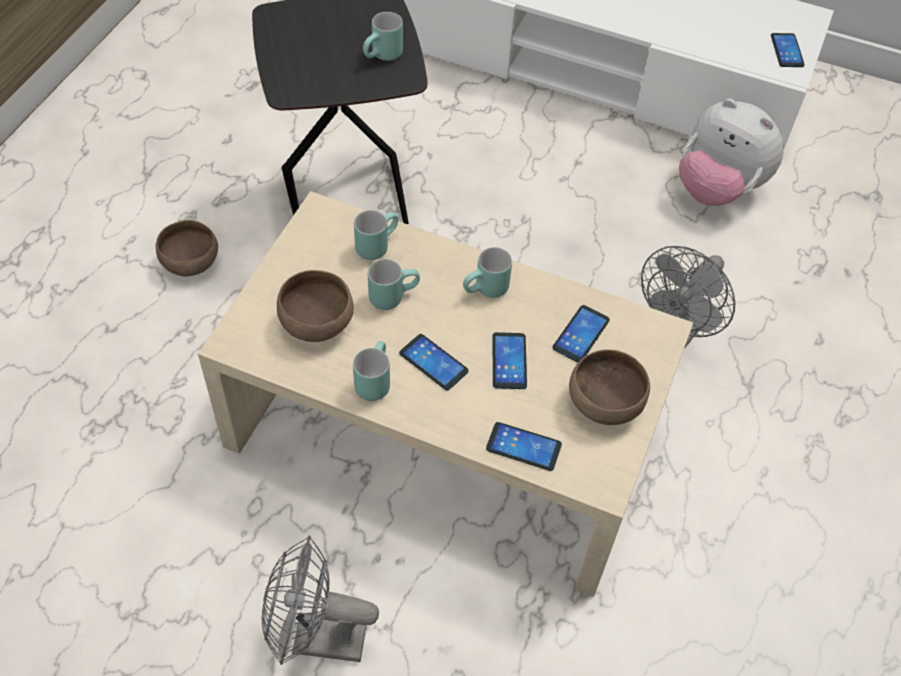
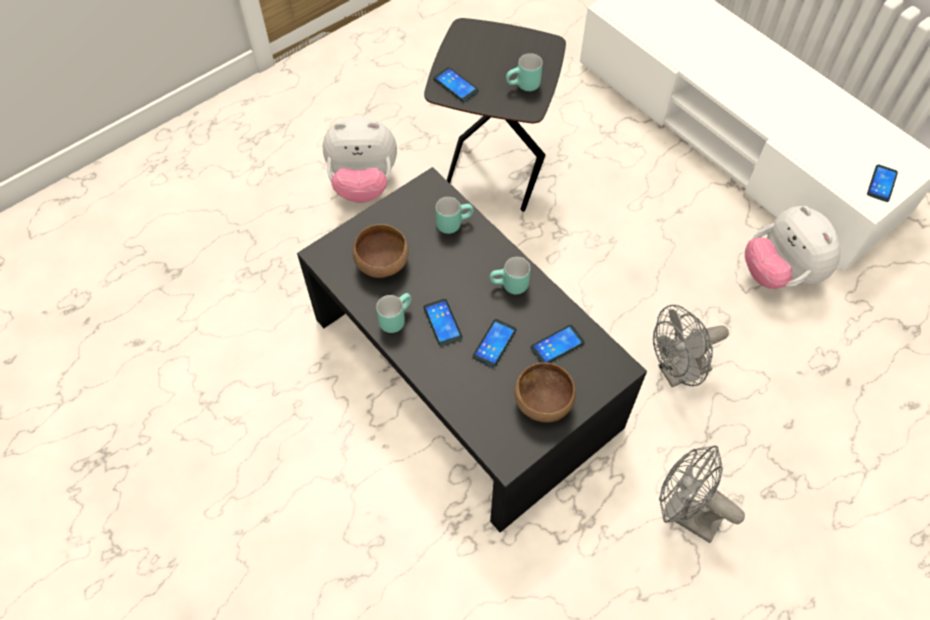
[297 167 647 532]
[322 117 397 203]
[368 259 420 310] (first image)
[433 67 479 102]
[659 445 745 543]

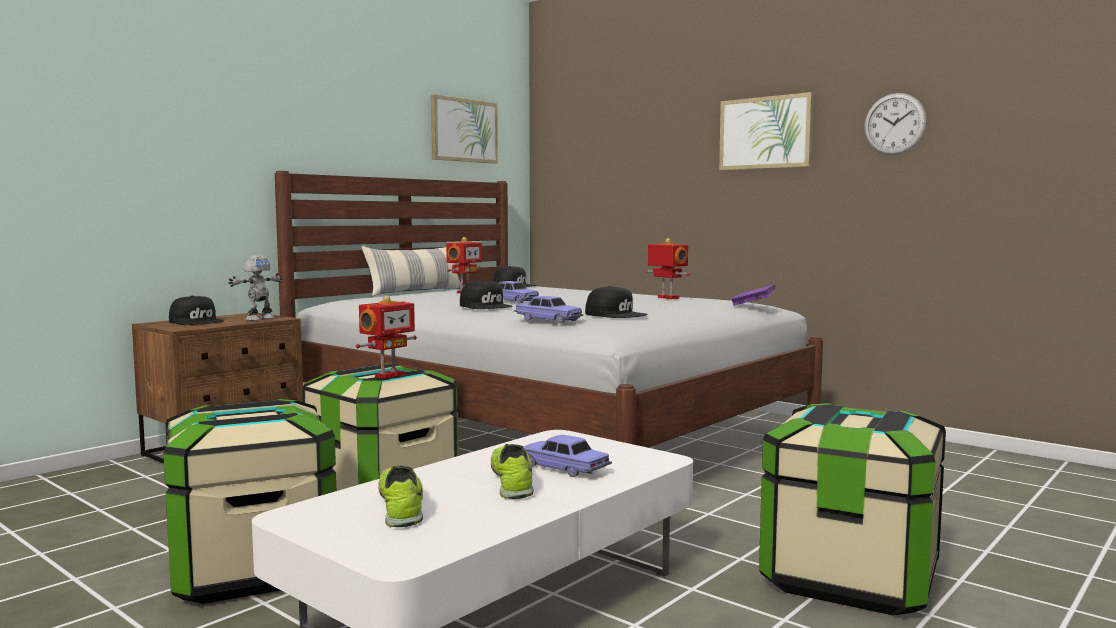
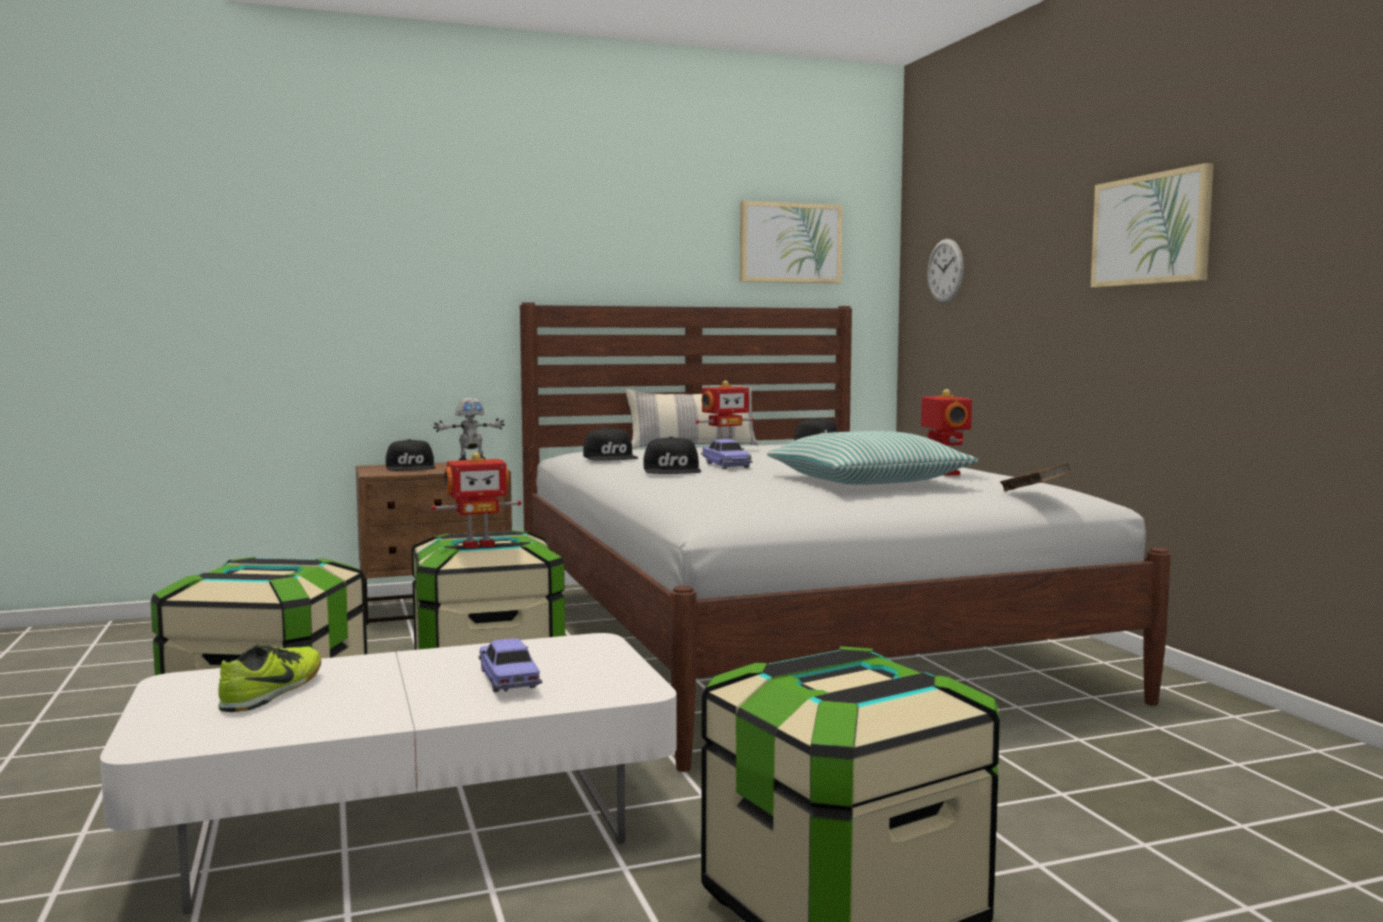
[927 239 964 303]
[1000 464 1070 491]
[583 428 638 461]
[514 296 583 323] (first image)
[491 444 534 499] (first image)
[767 431 979 485]

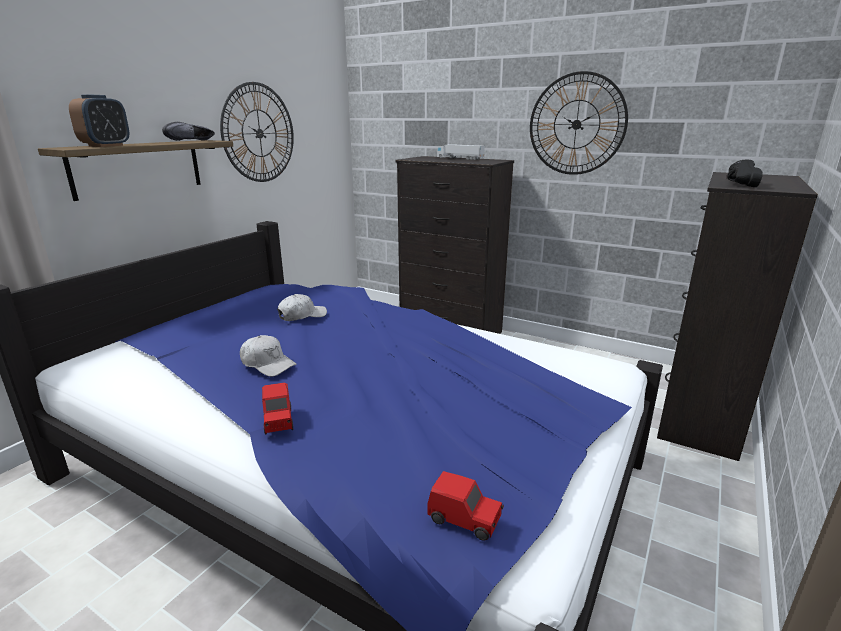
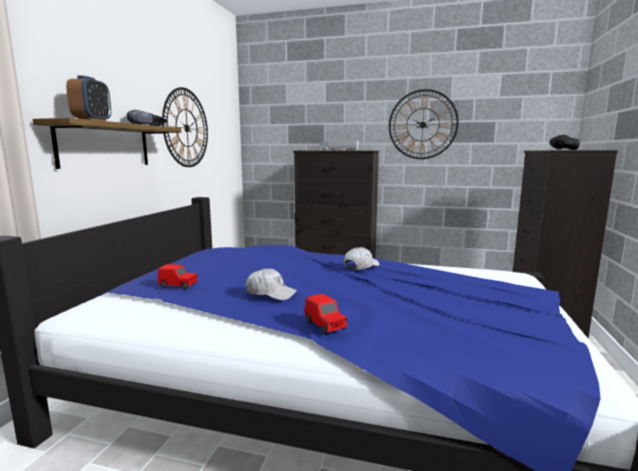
[344 247 380 270]
[158 264 198 289]

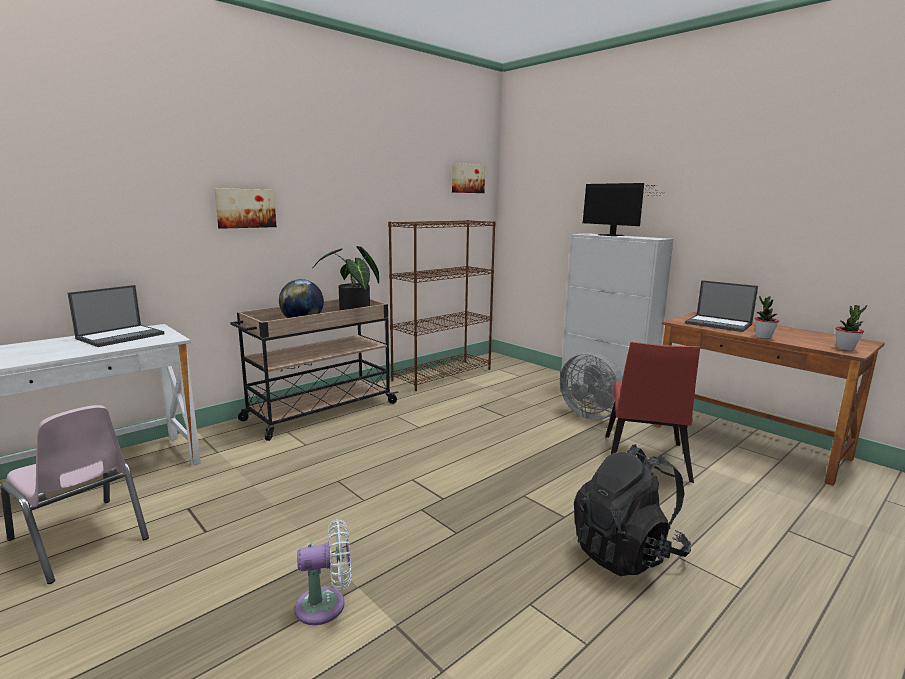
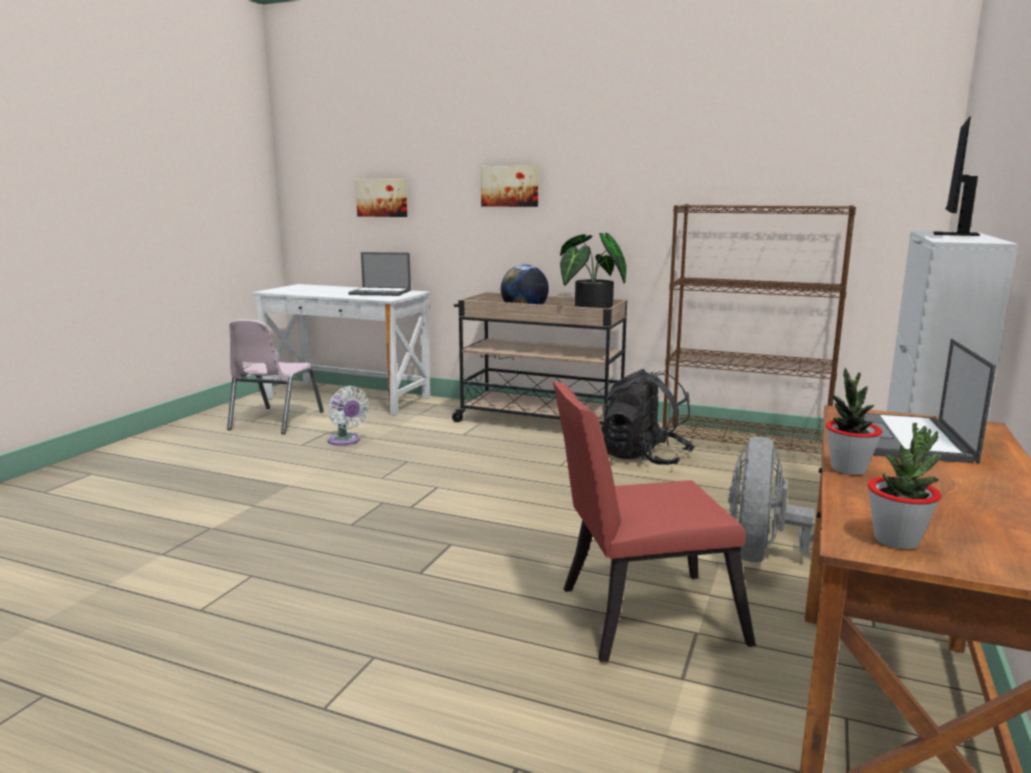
[355 179 407 217]
[601 369 695 465]
[328 386 369 446]

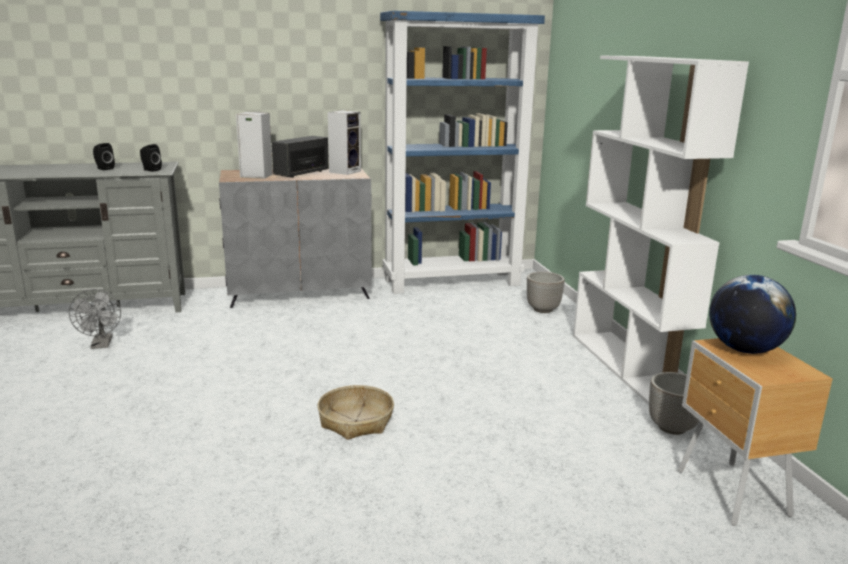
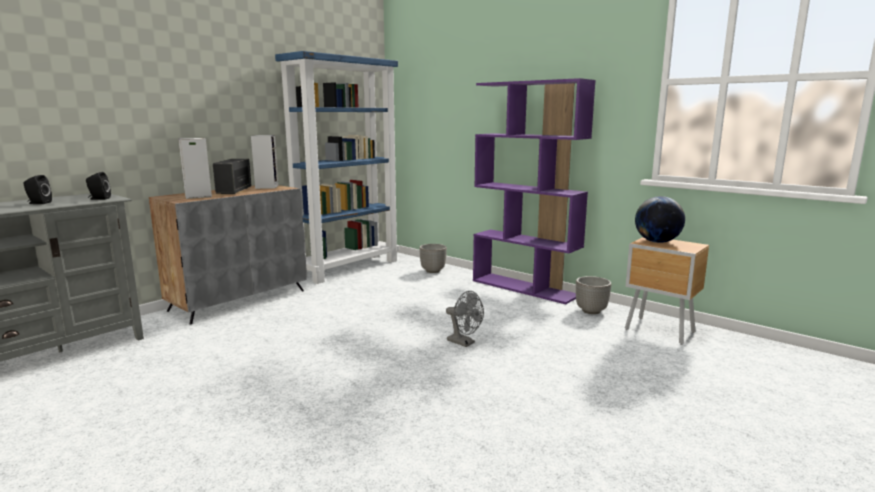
[473 78 596 304]
[446 291 484 347]
[317 385 394 440] (first image)

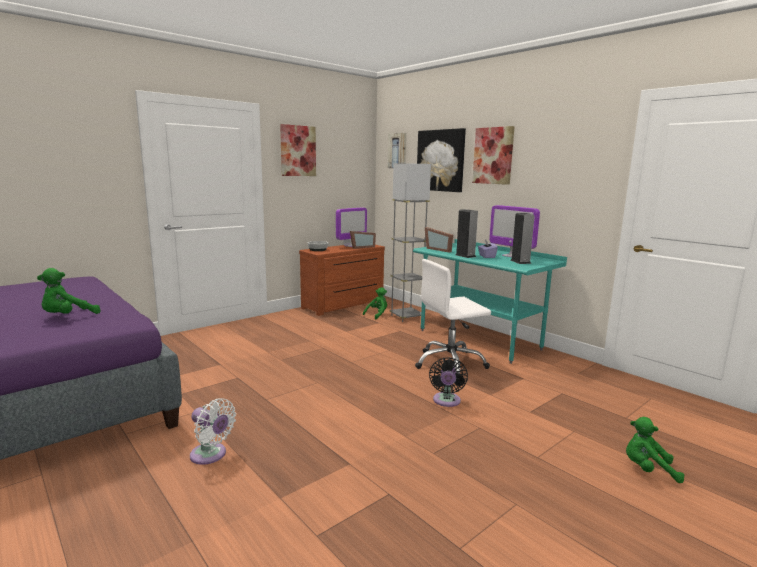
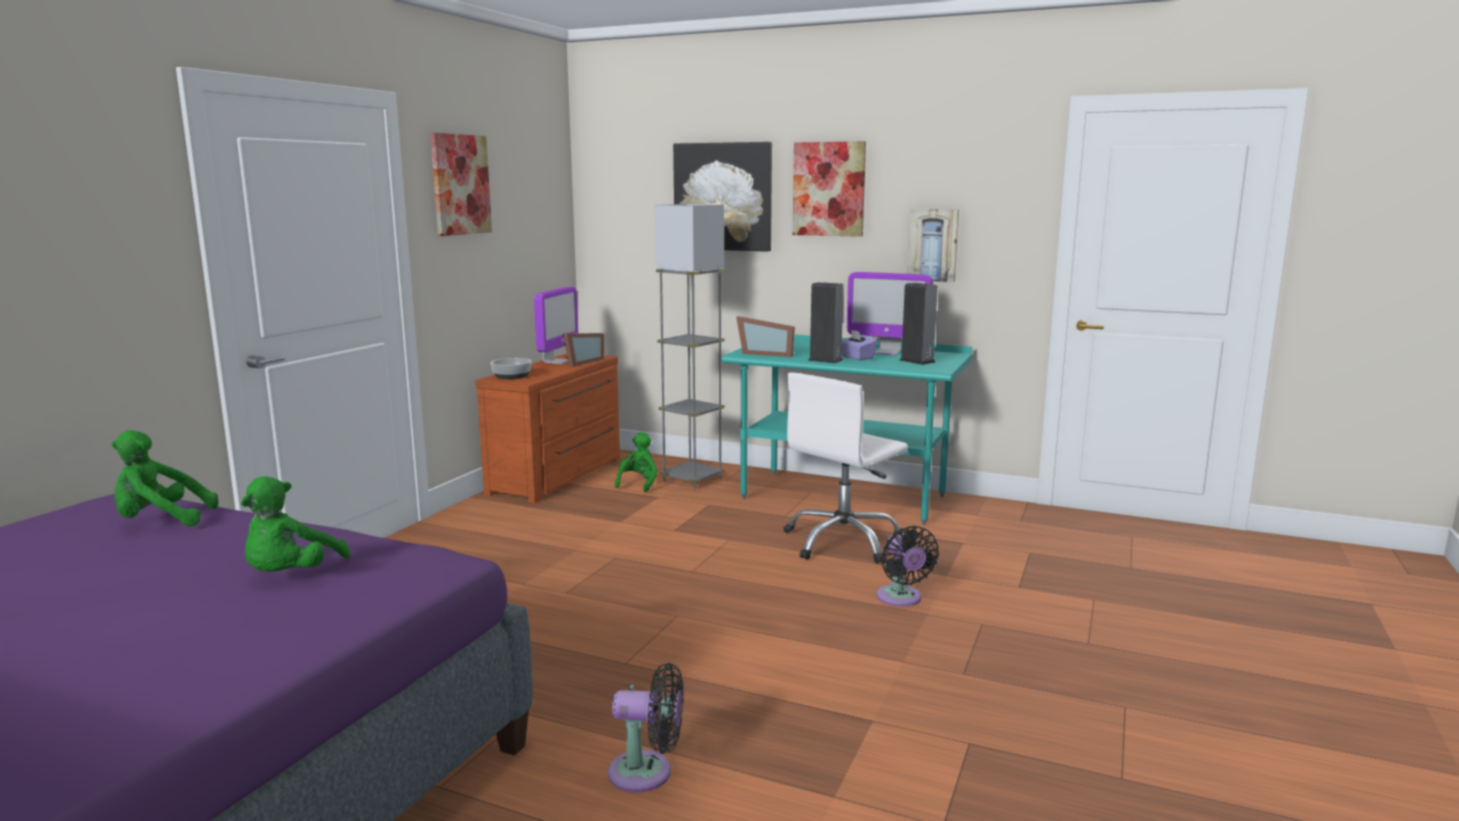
[907 209 959 282]
[608 663 683 793]
[112 430 219 526]

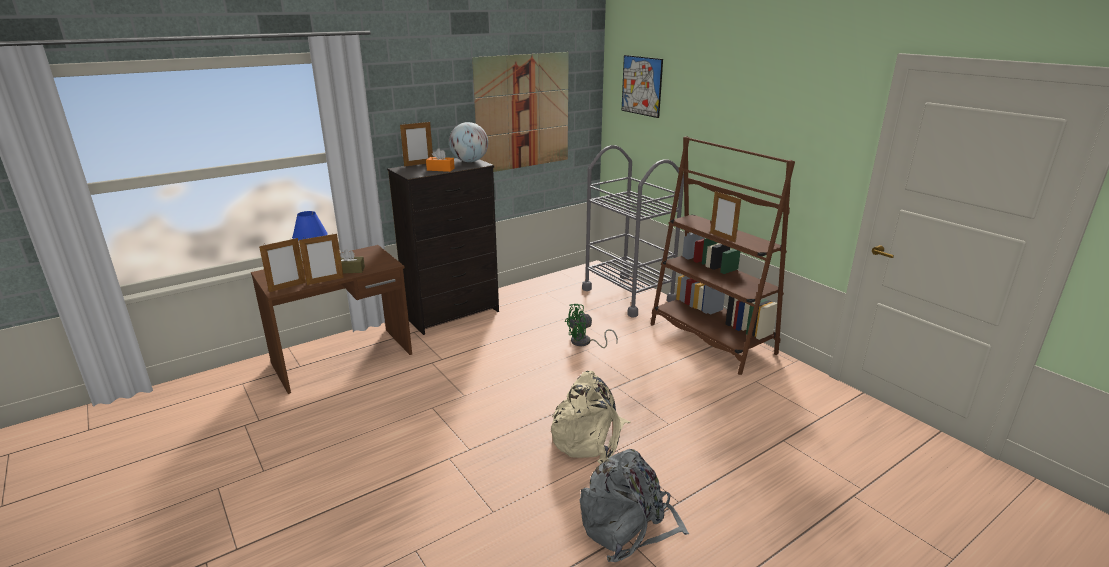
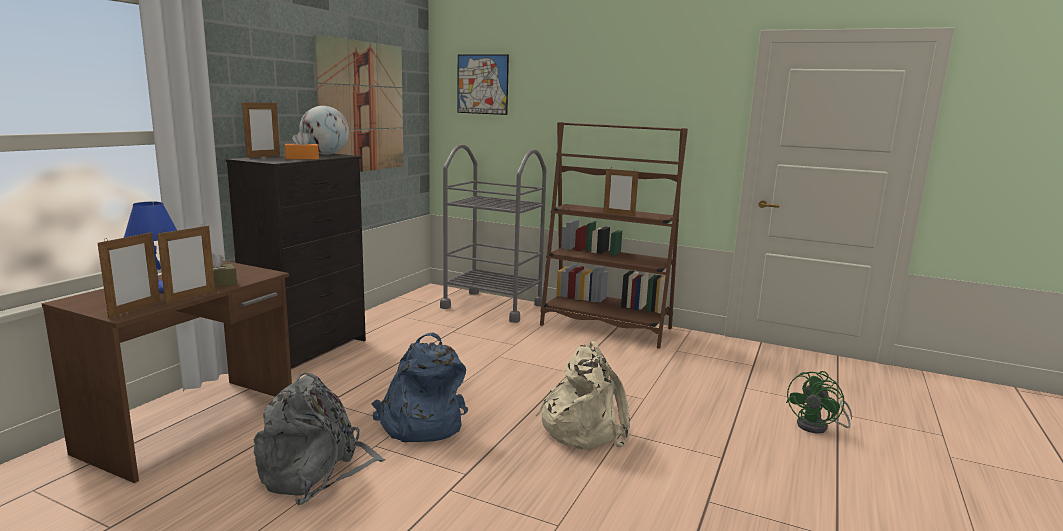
[786 371 852 434]
[253 373 385 505]
[372 333 468 442]

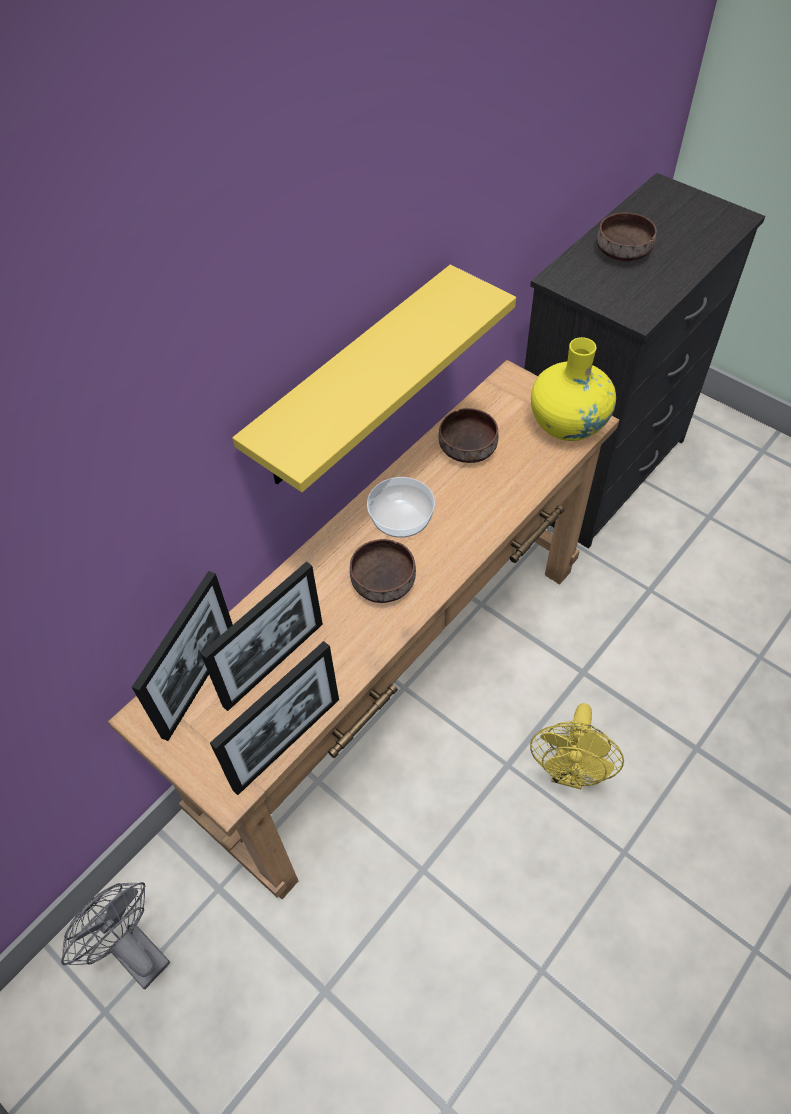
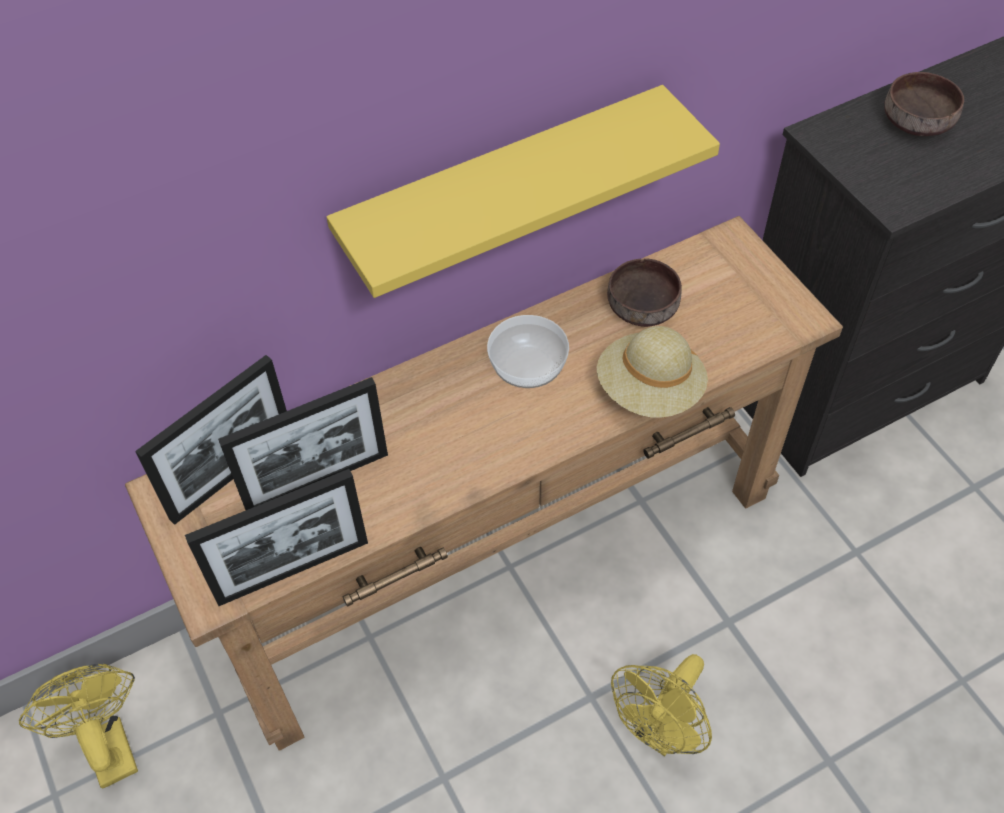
[531 337 616 441] (first image)
[350 539 416 603] (first image)
[19 664 138 789]
[597 326 708 418]

